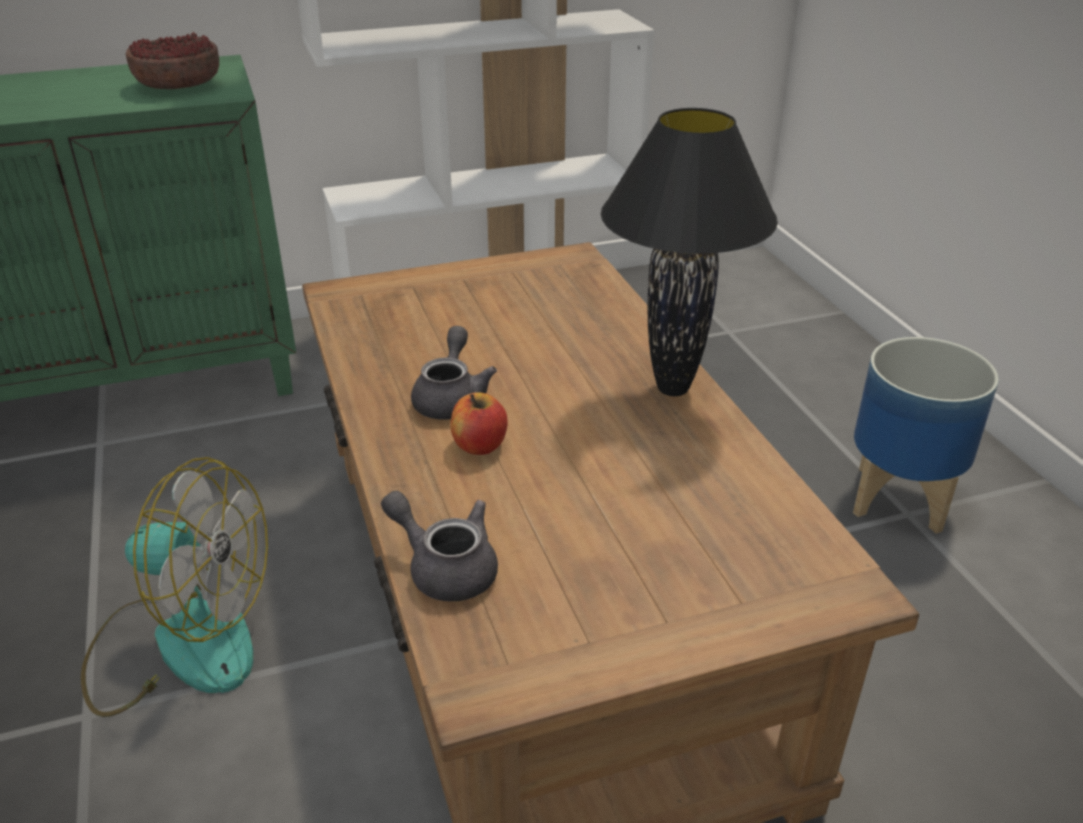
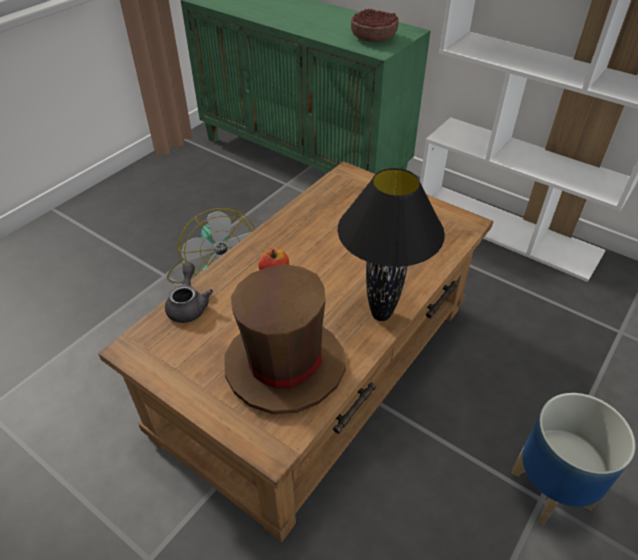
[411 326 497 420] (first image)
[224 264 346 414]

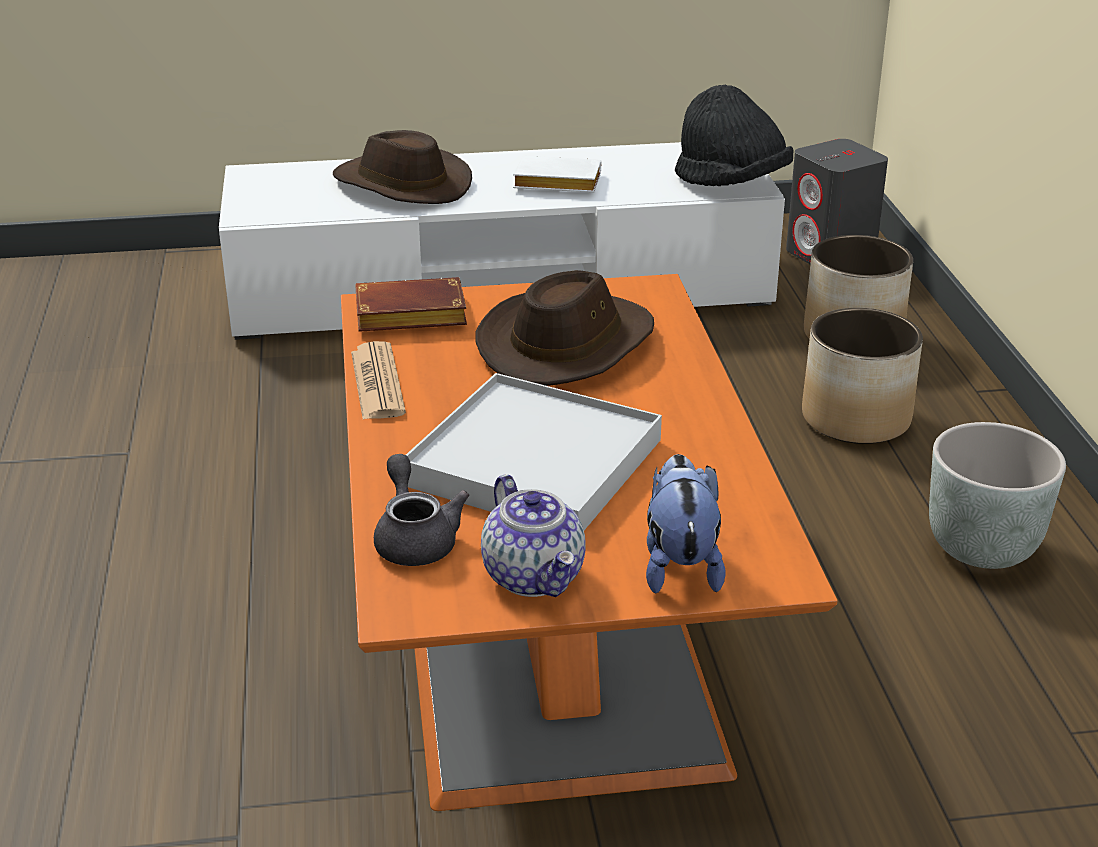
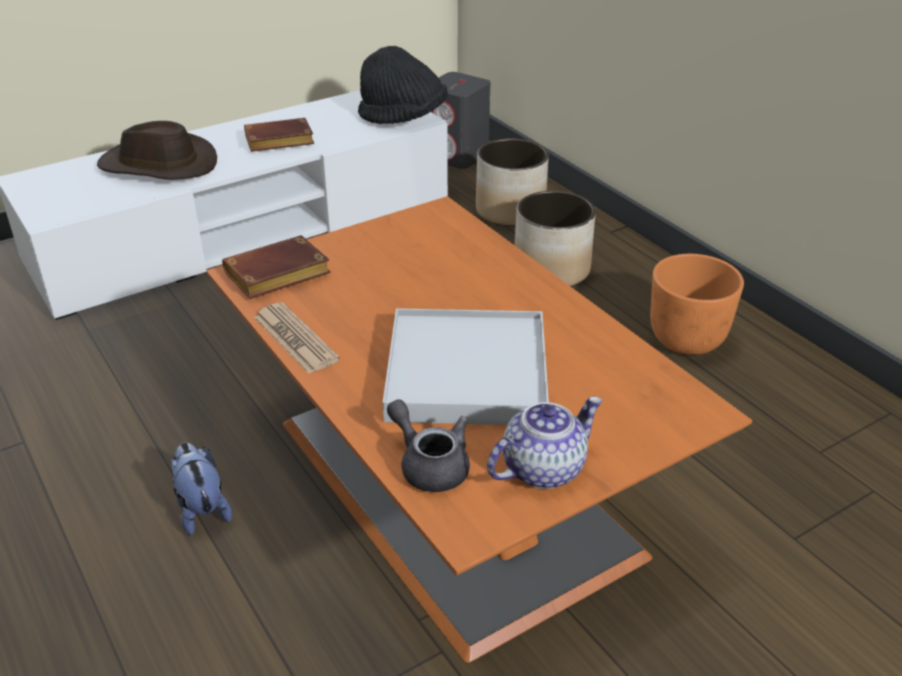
[244 118 314 152]
[475 270 654 386] (first image)
[650 254 744 355]
[171 442 232 535]
[487 396 603 489]

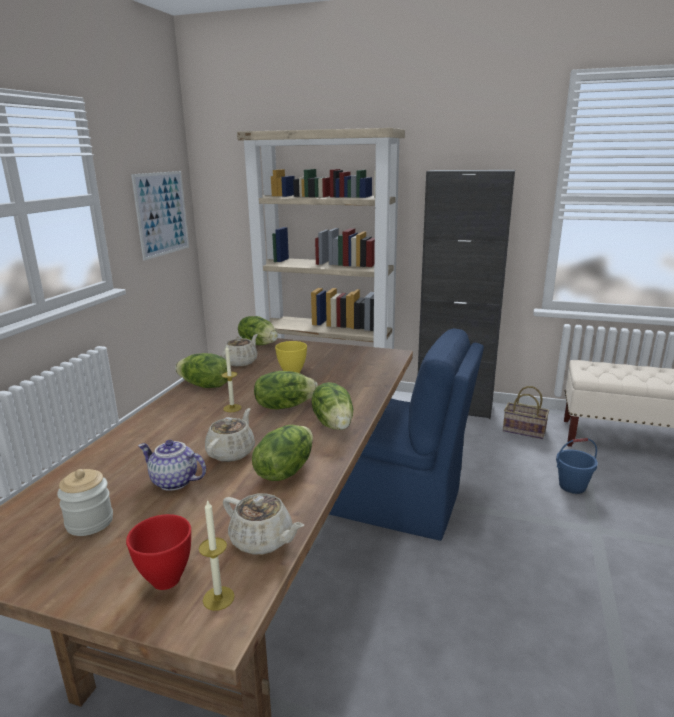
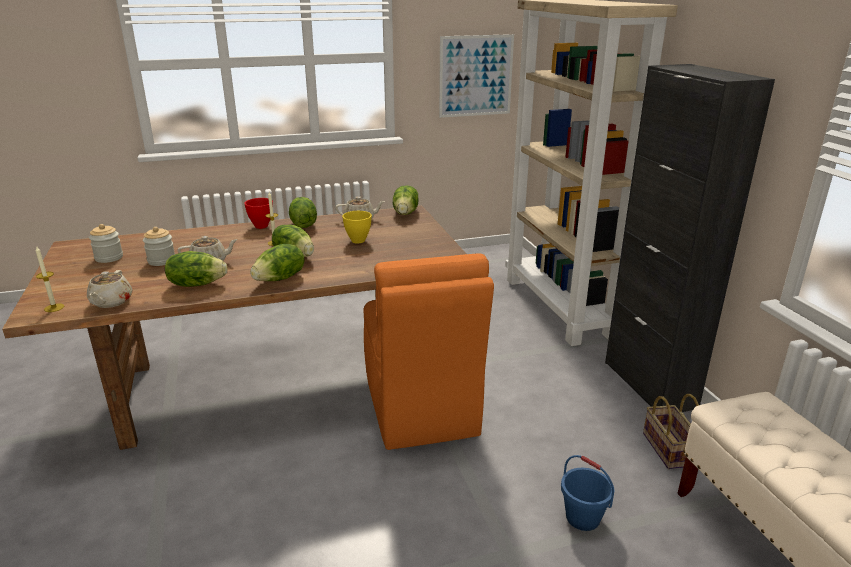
[364 253 494 450]
[143 227 175 266]
[244 198 273 229]

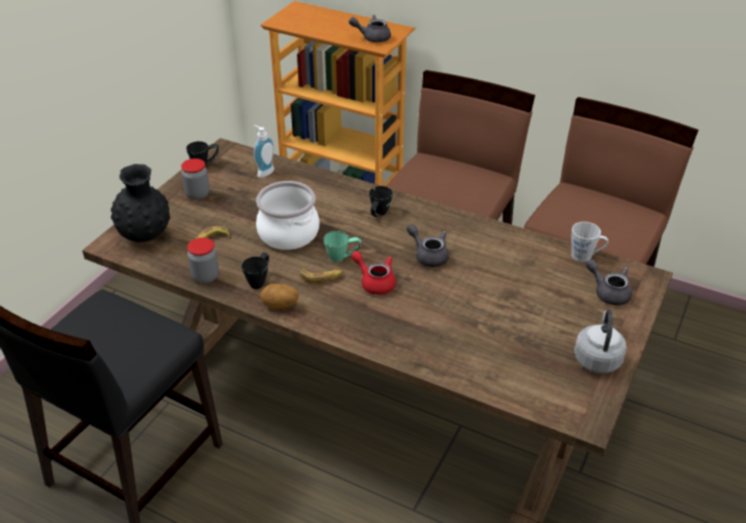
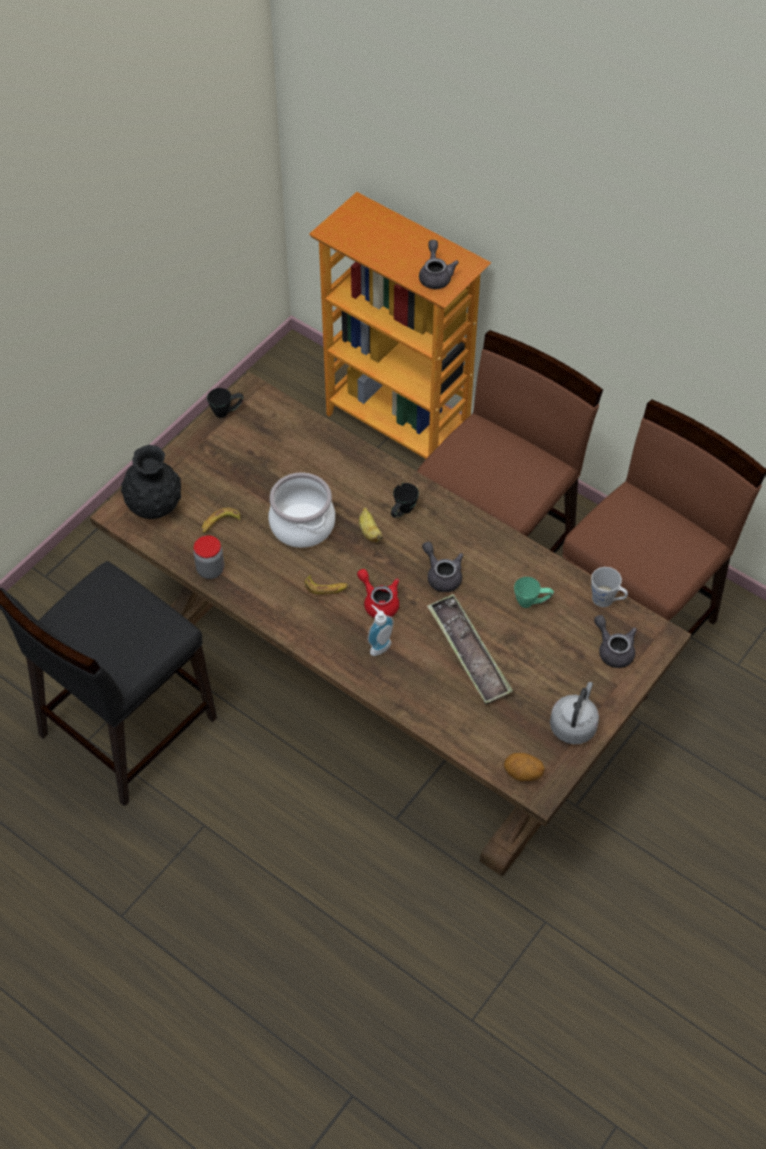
[419 240 459 289]
[368 605 394 656]
[181 158 210 200] (first image)
[514 577 554 608]
[242 252 269 289] (first image)
[504 753 545 781]
[359 507 383 542]
[427 594 513 705]

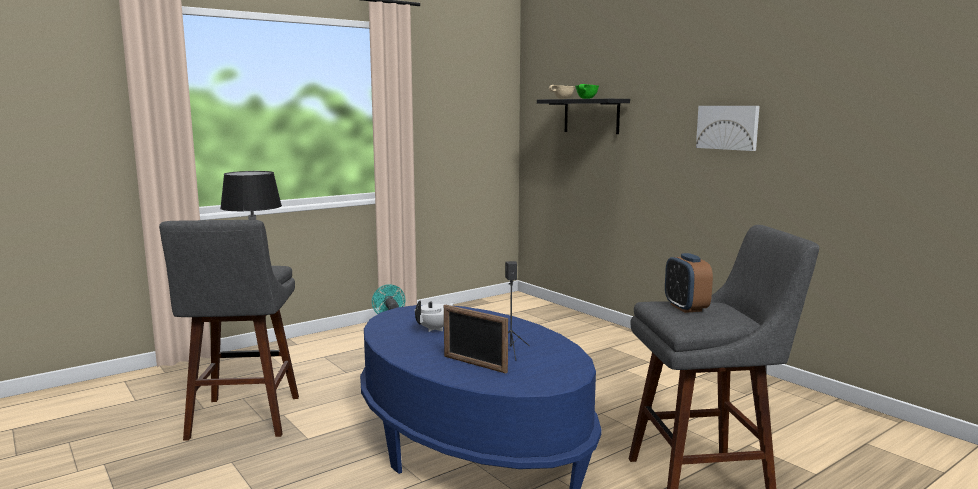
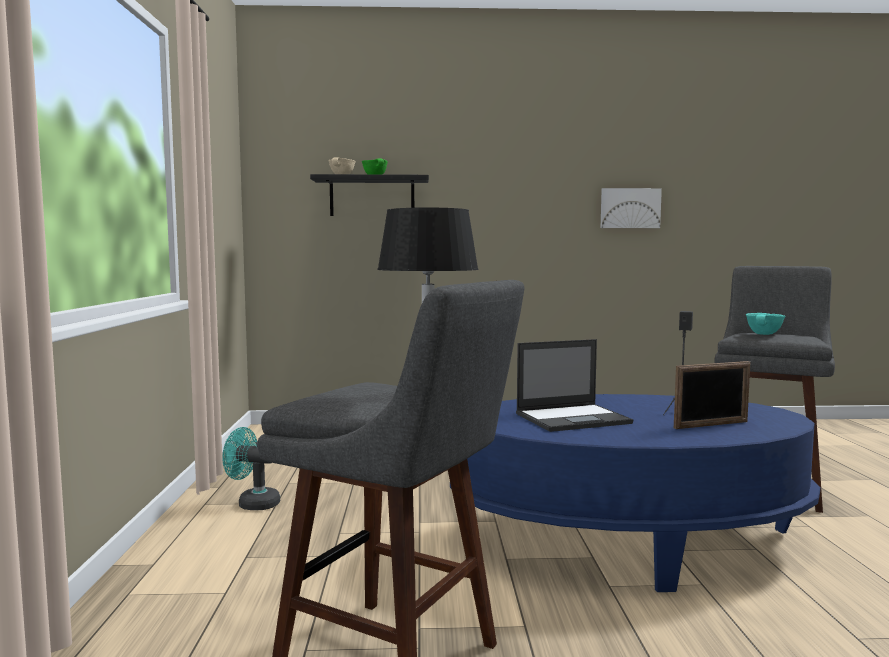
[601 188 662 228]
[746 313 785 335]
[516 339 633 432]

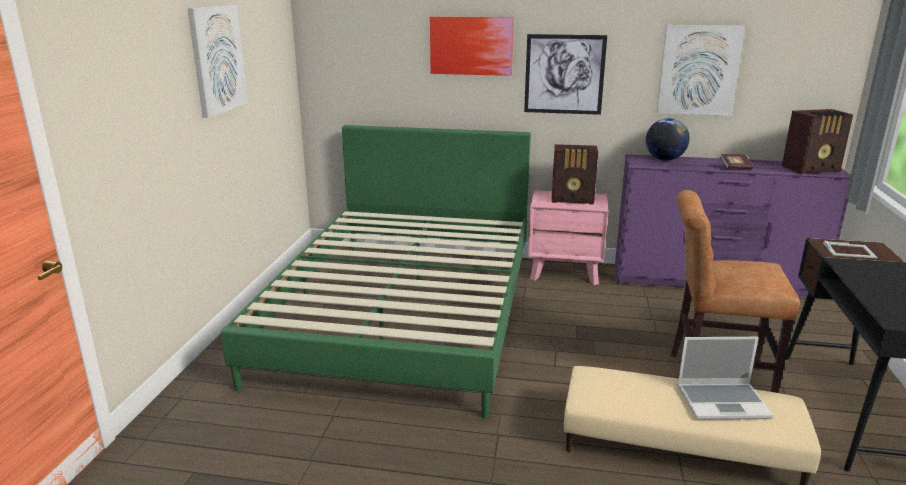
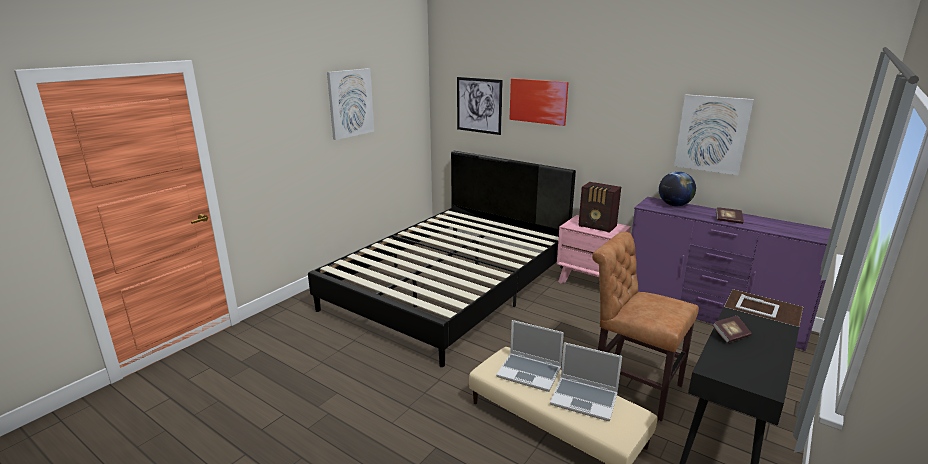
[457 77 503 135]
[782 109 853 174] (first image)
[308 151 576 367]
[712 316 752 343]
[496 320 564 392]

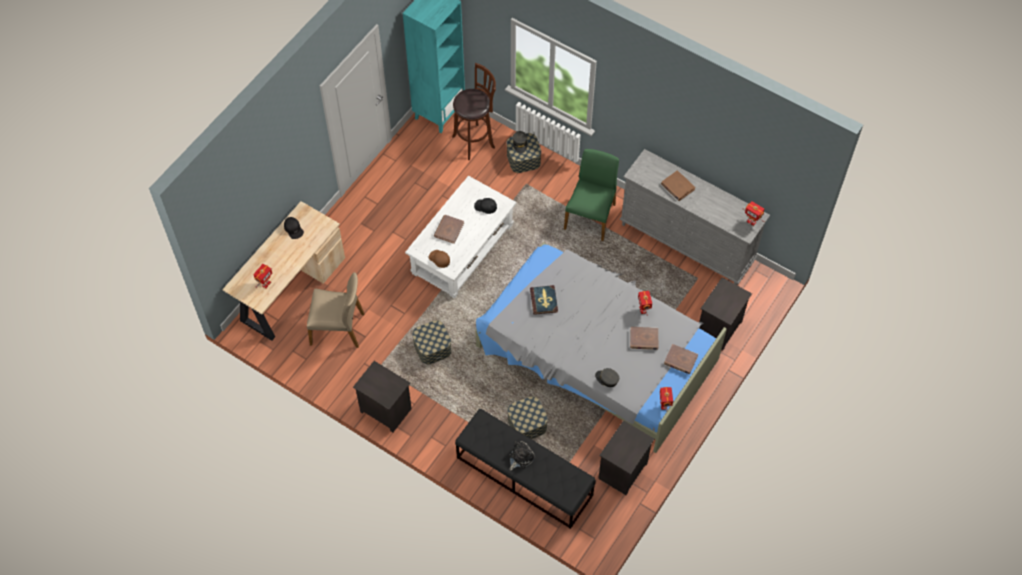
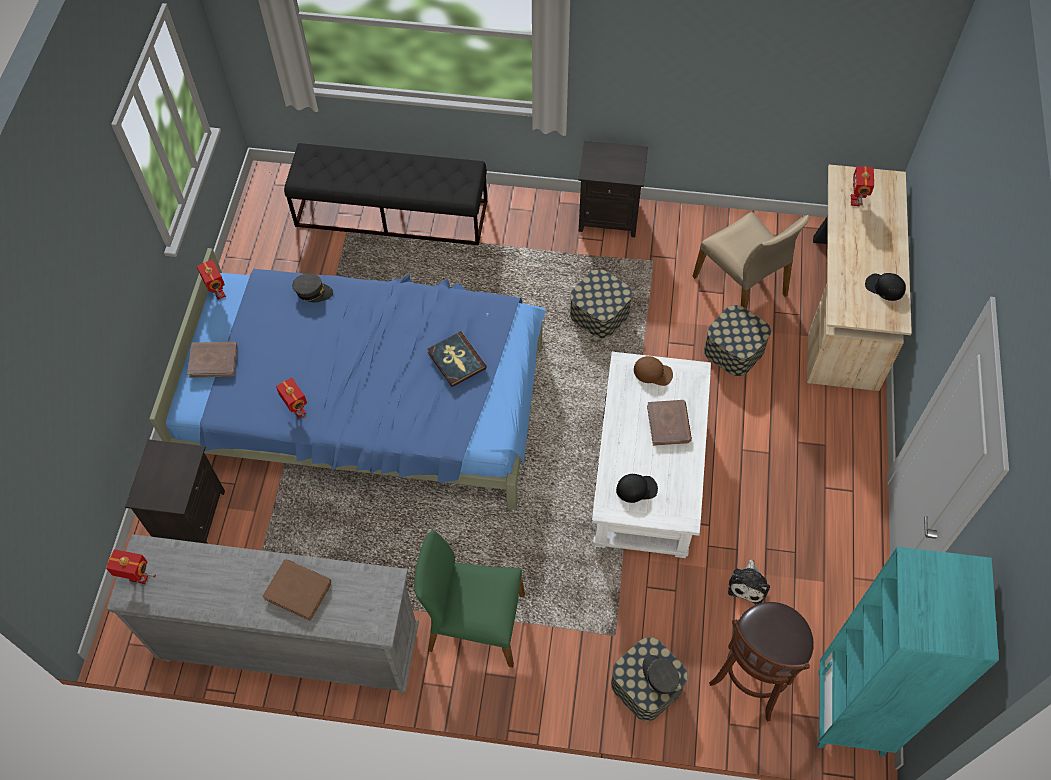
[414 530 525 667]
[149 248 546 510]
[692 212 810 309]
[630 327 658 350] (first image)
[704 305 771 376]
[598 420 654 495] (first image)
[728 559 770 604]

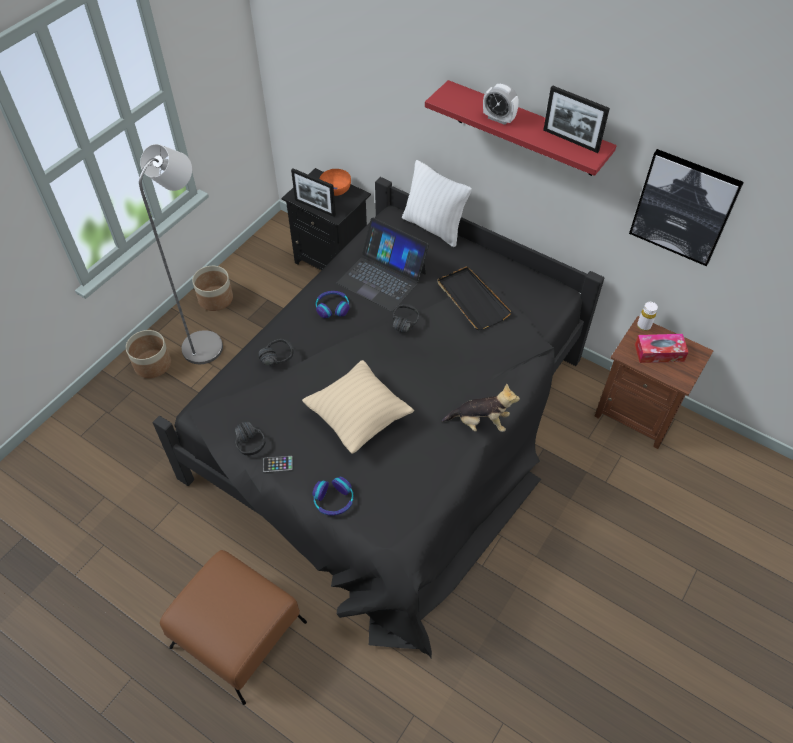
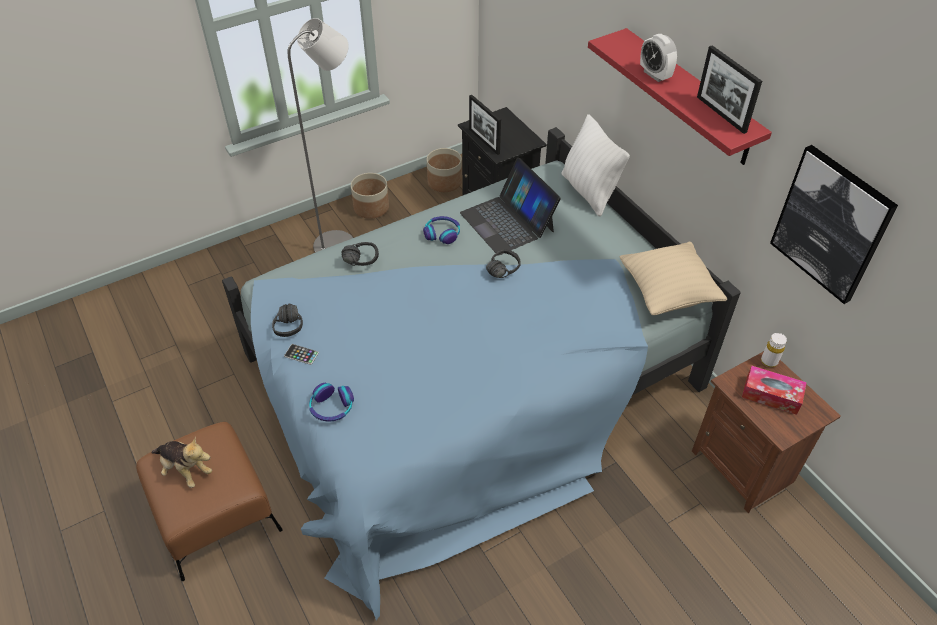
[320 169 351 196] (first image)
[222 127 740 620]
[437 266 512 330] (first image)
[427 148 462 192]
[619 242 728 315]
[151 437 212 488]

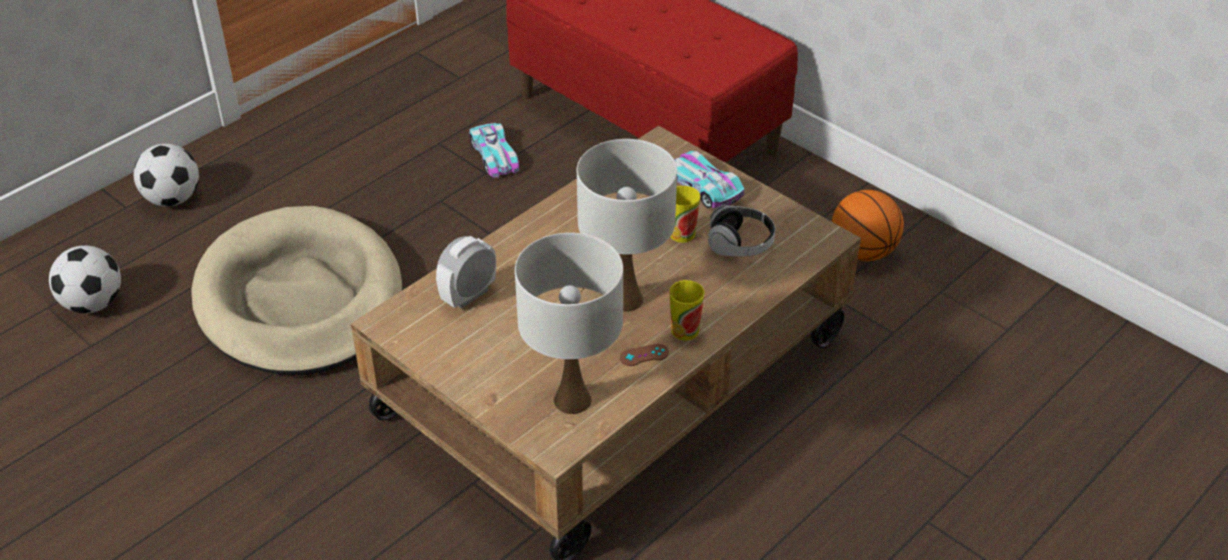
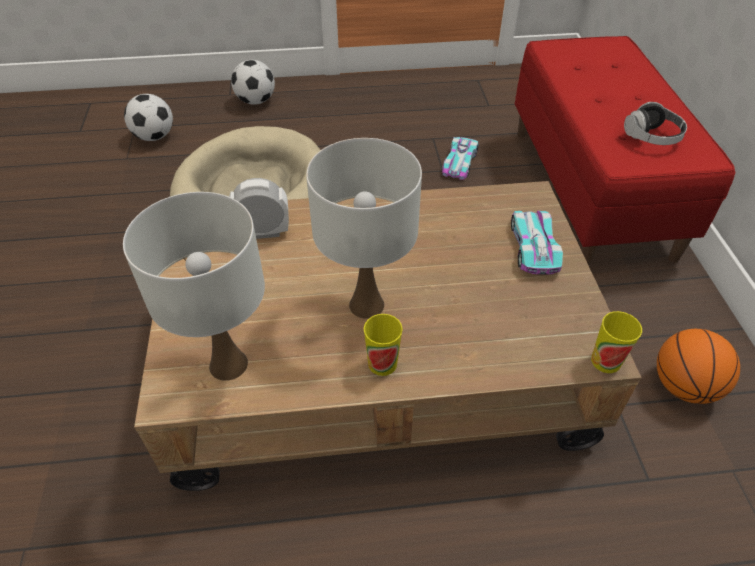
[591 311 642 373]
[624 102 687 145]
[620 344 669 366] (first image)

